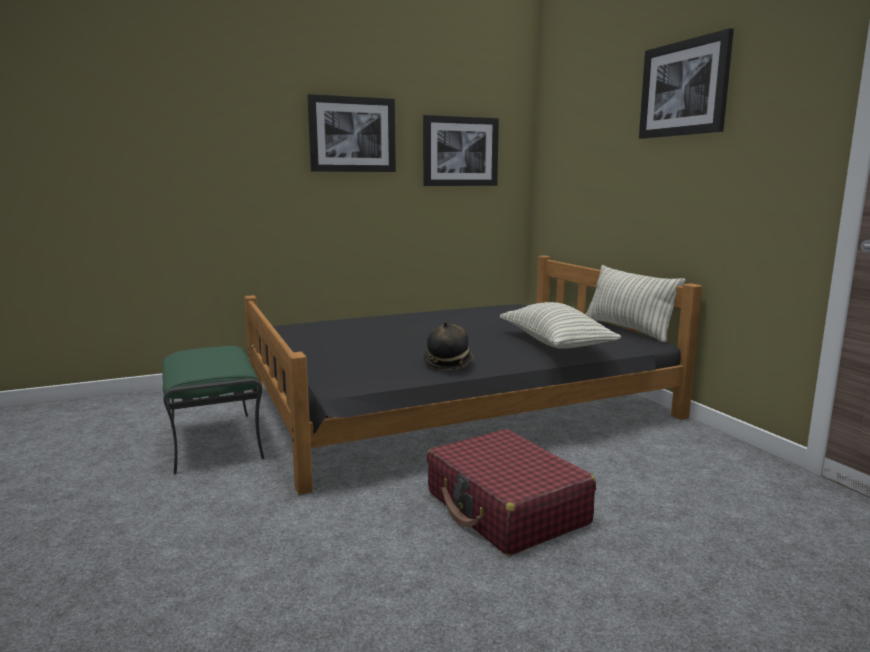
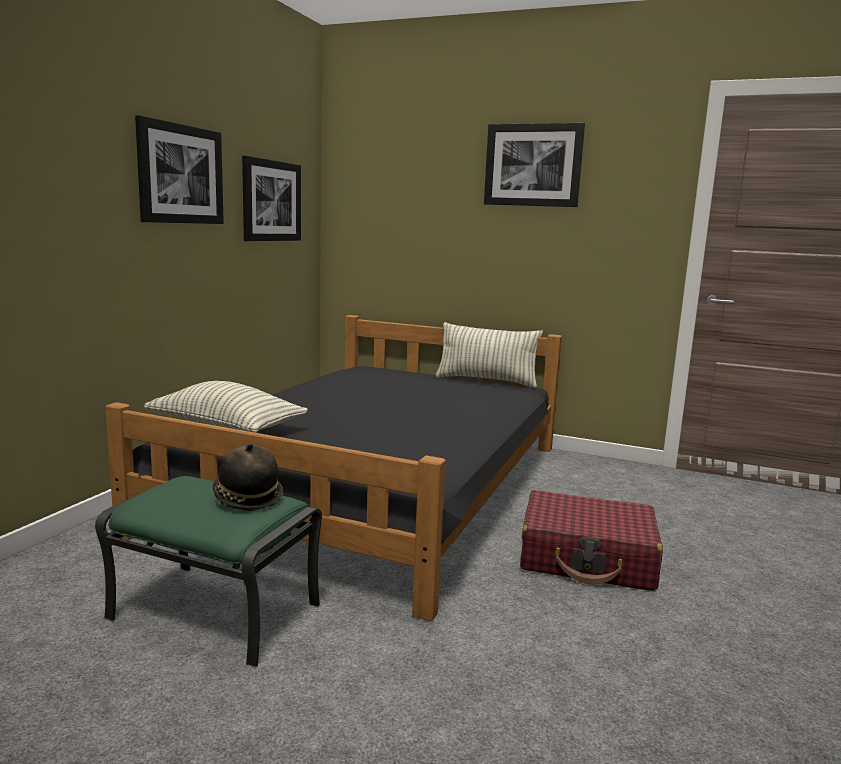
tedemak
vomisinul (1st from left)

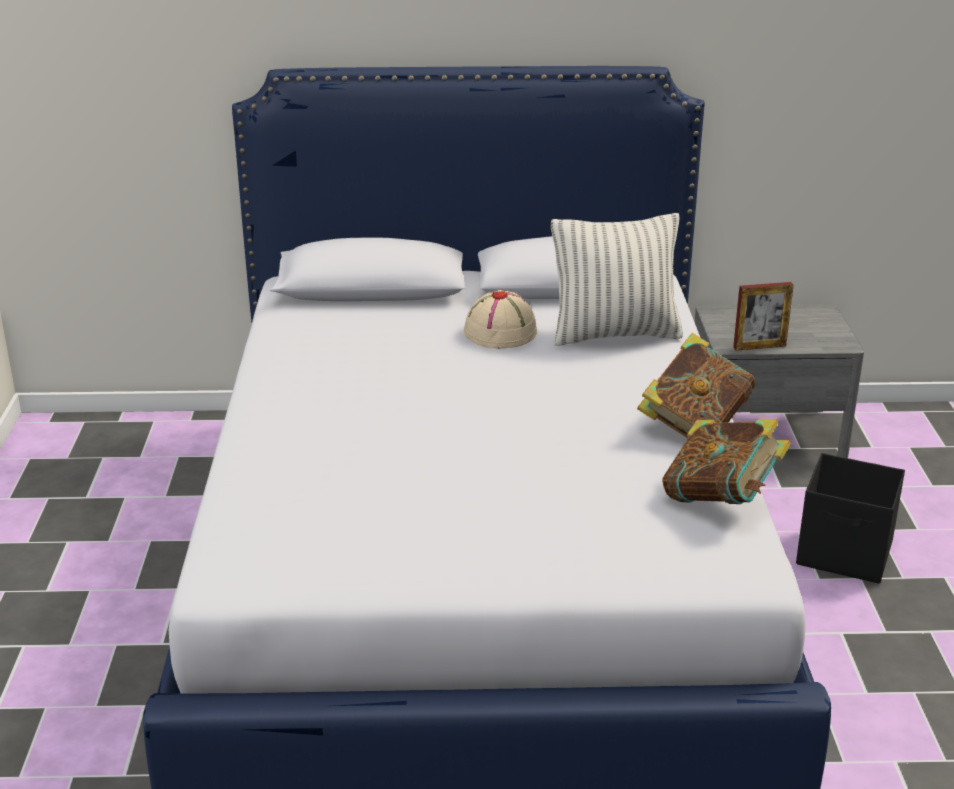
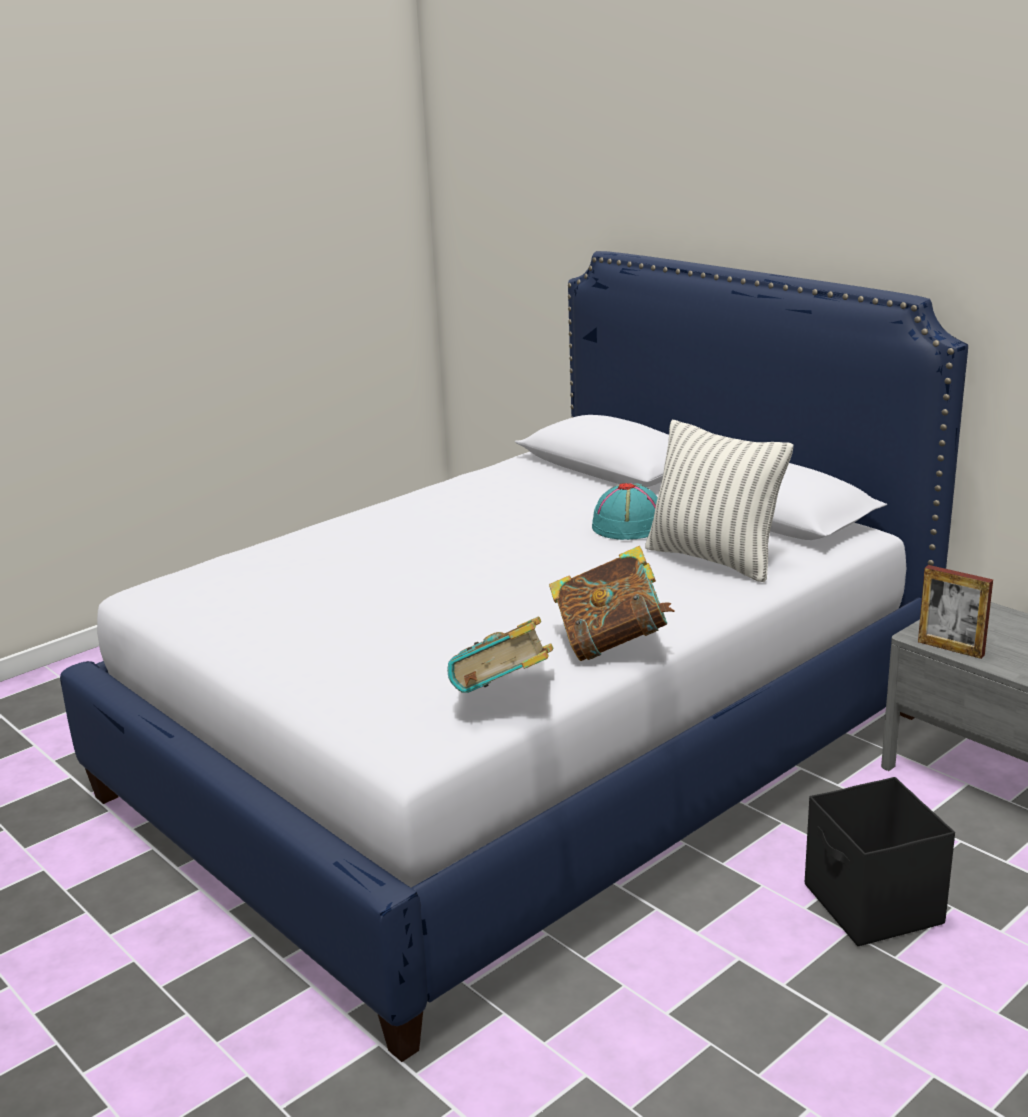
turquoise_tedemak

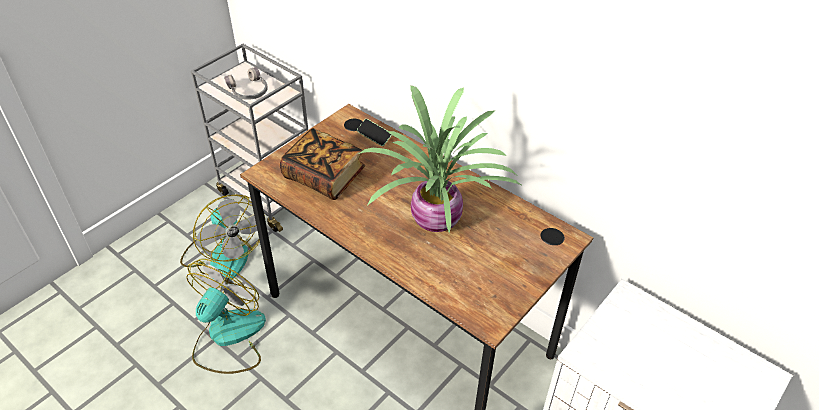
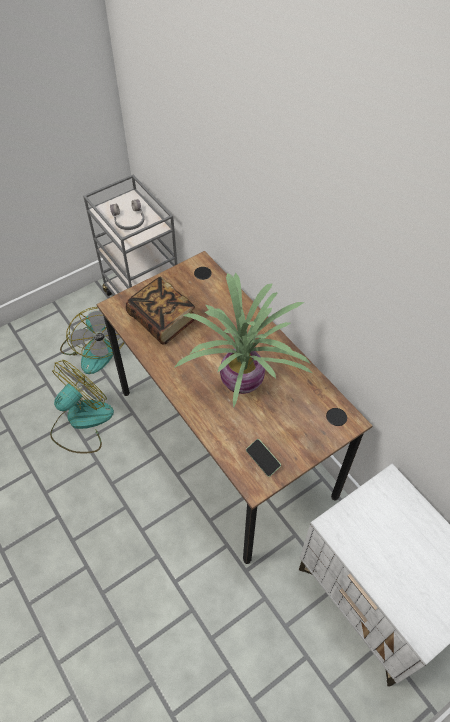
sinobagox

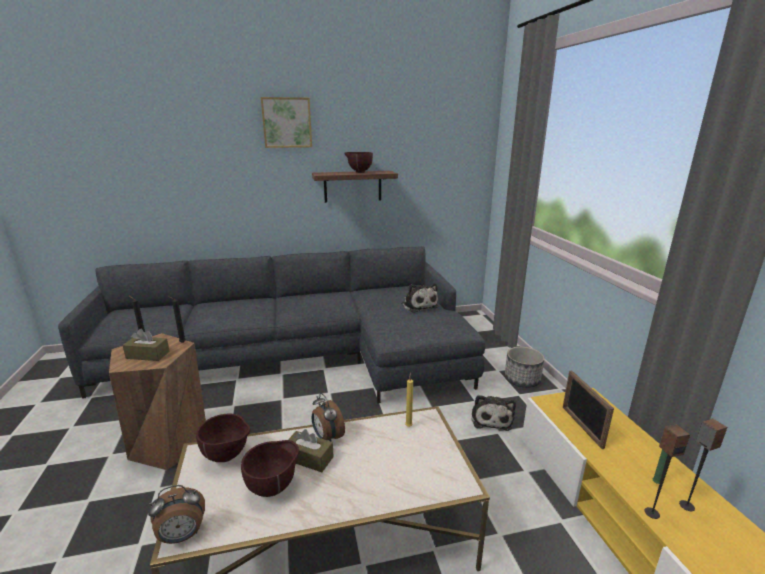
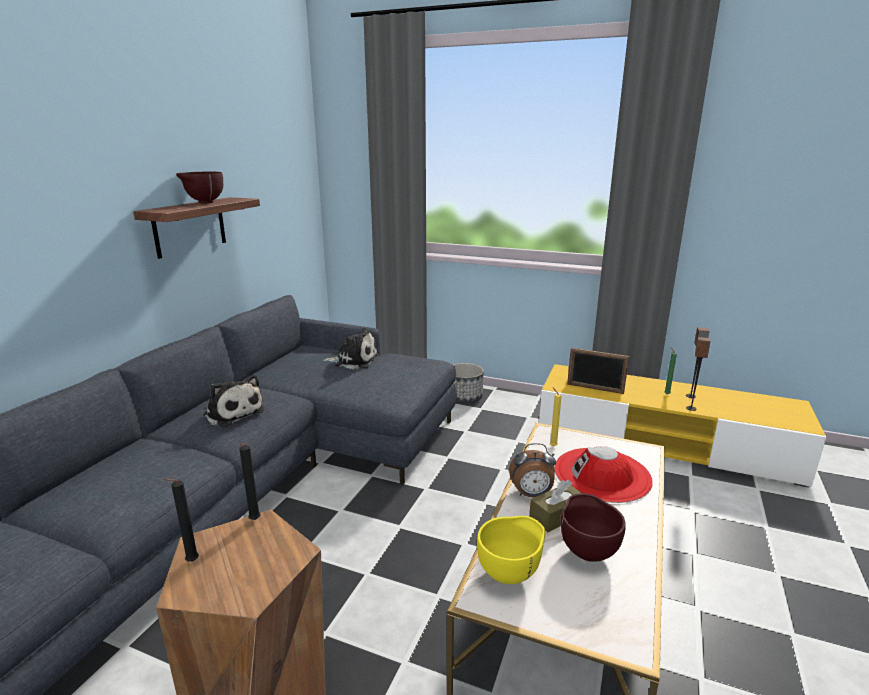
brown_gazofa (1st from left in the first image)
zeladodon (1st from left in the first image)
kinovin
red_tedemak
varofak (1st from left)
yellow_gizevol

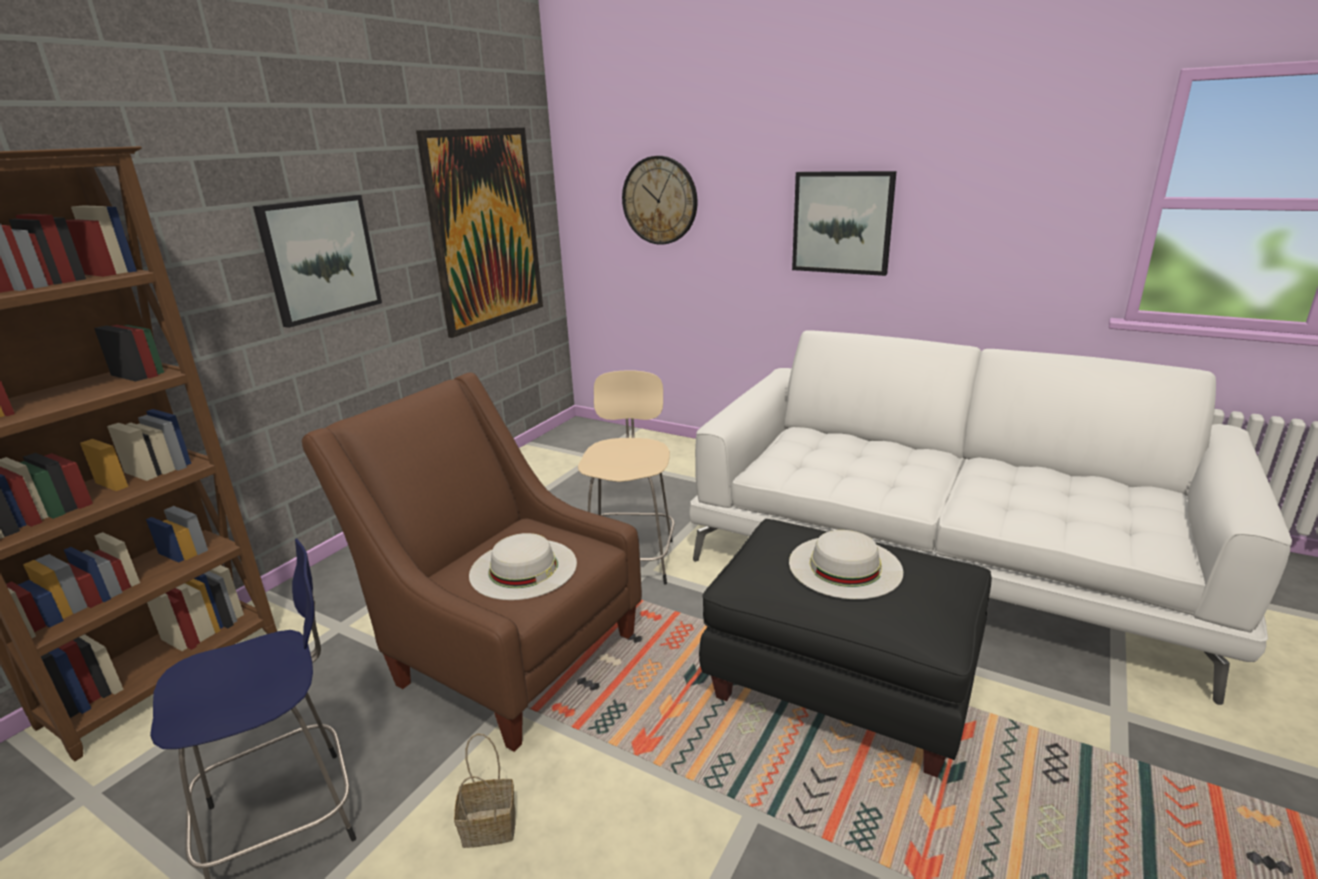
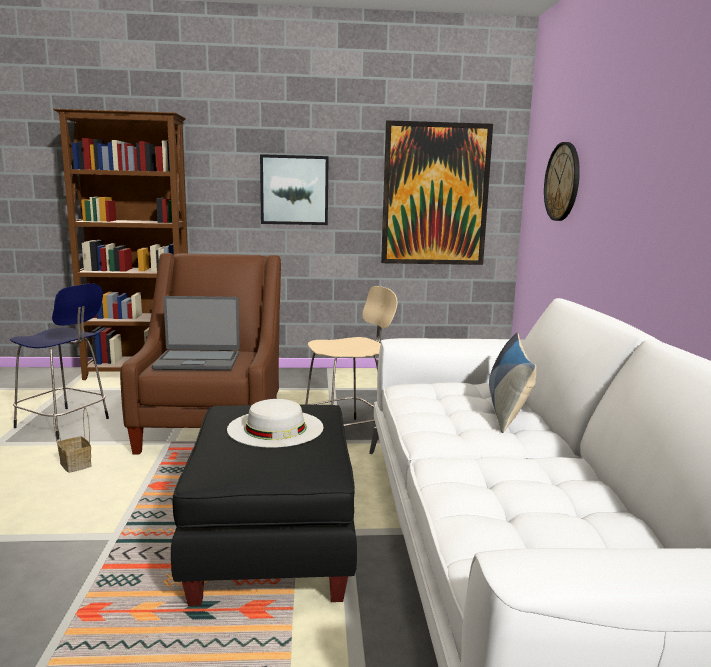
kinovin (3rd from left in the first image)
vomisinul
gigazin

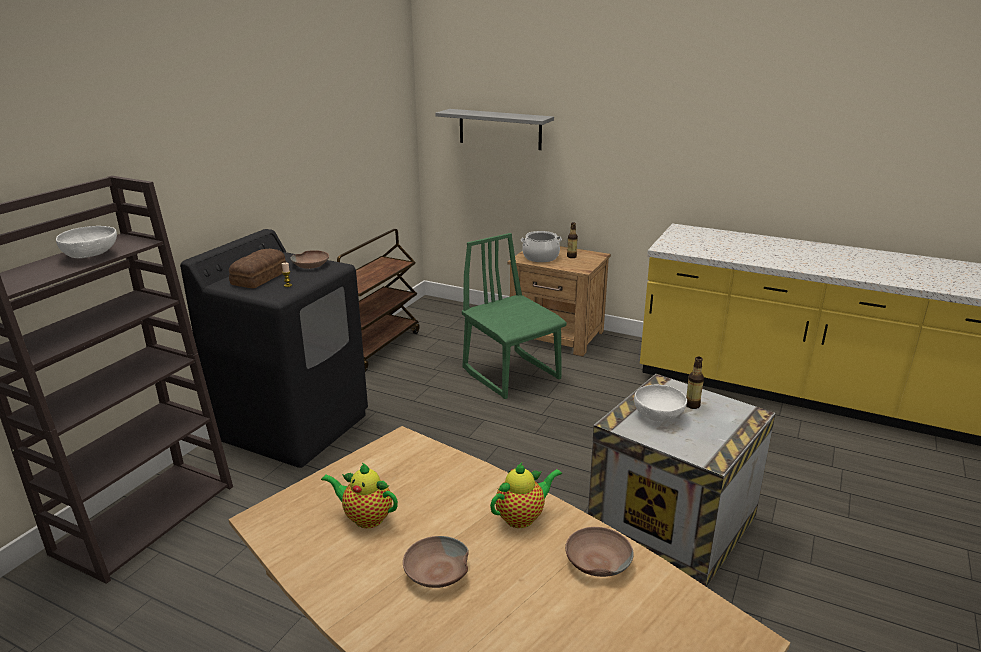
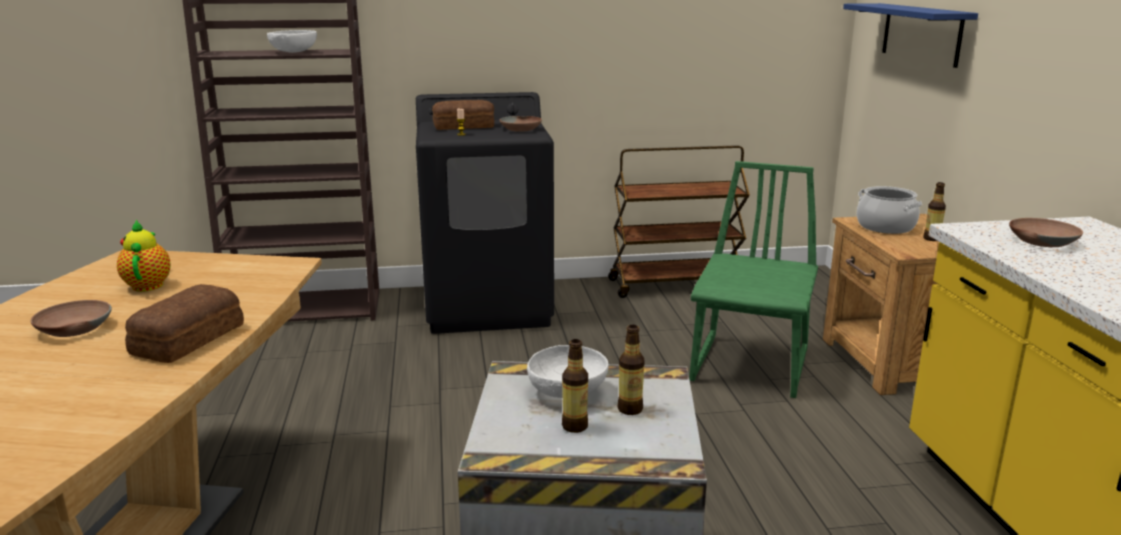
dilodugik (1st from left)
brown_gizevol (3rd from left)
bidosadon (1st from left)
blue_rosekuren

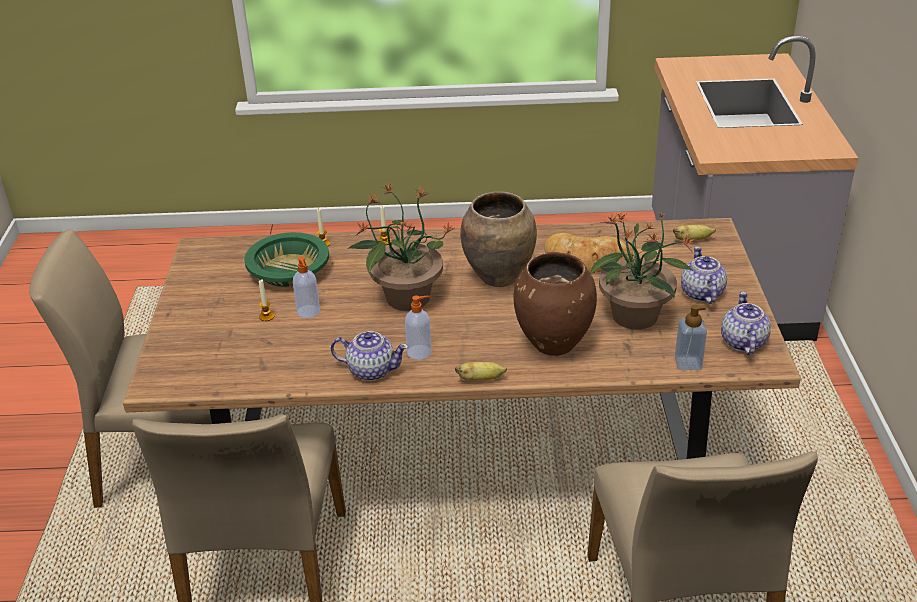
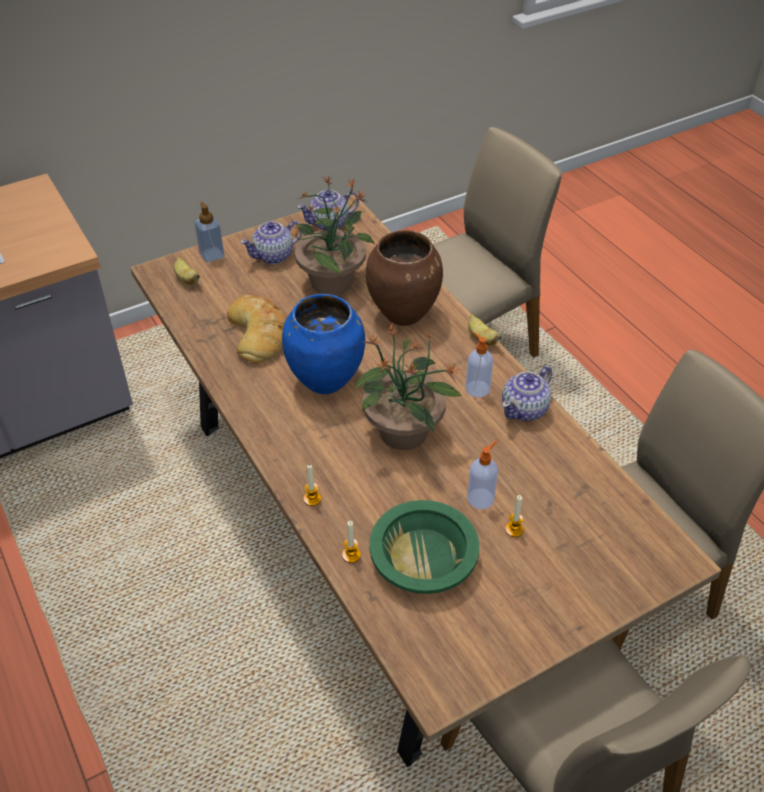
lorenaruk (1st from left)
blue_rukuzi
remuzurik (3rd from left)

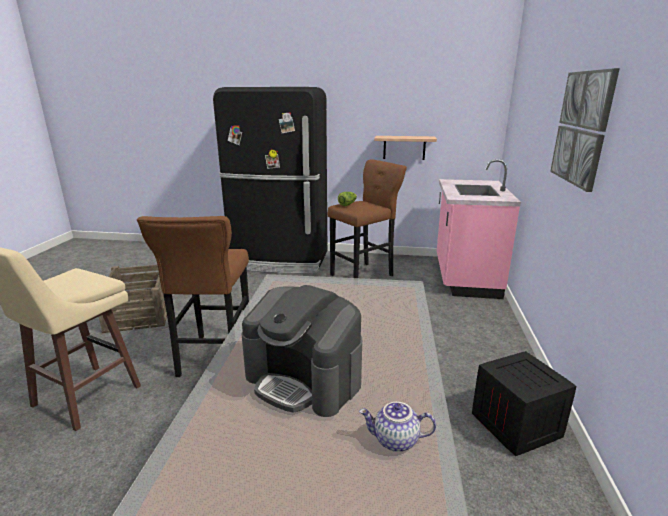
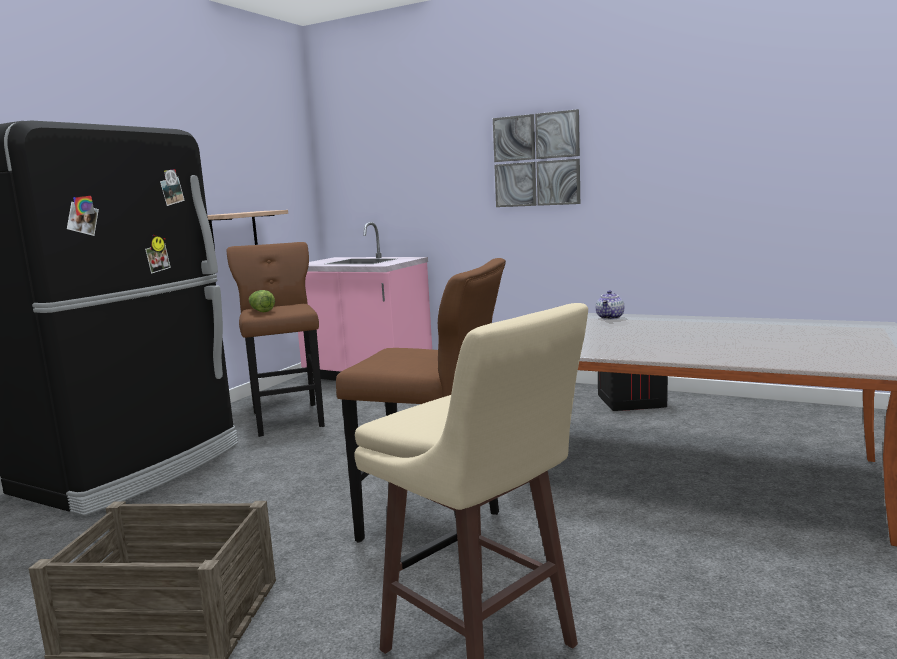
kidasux
remuzurik

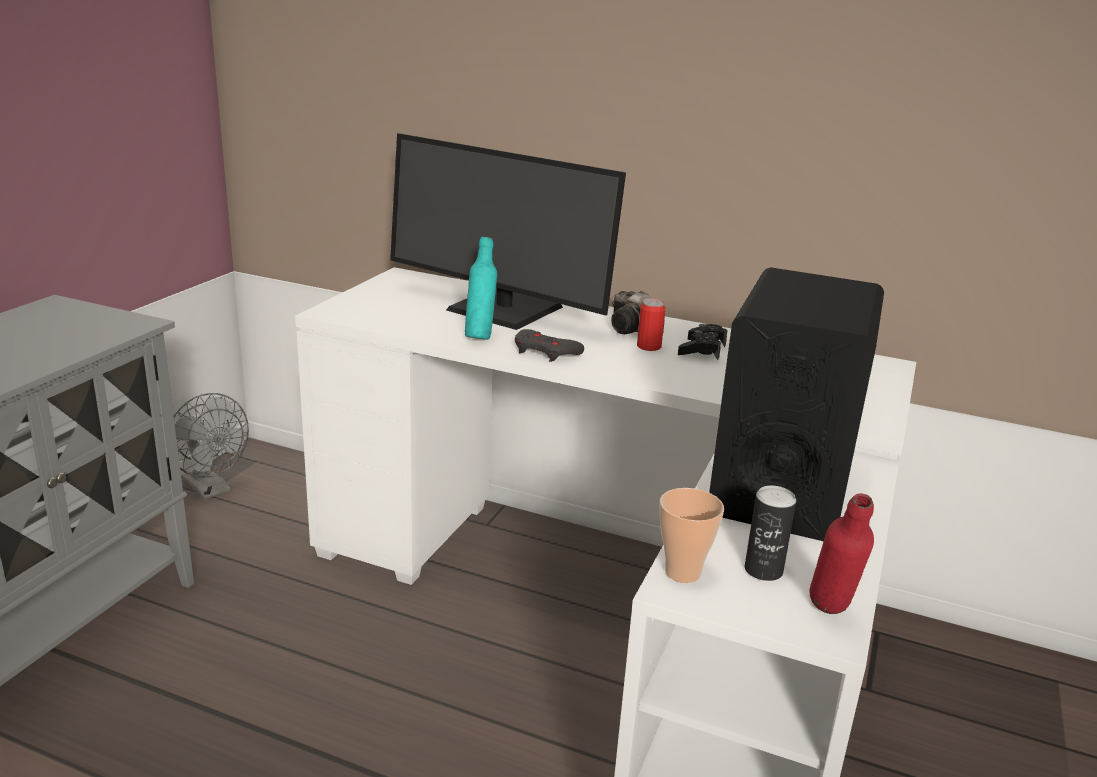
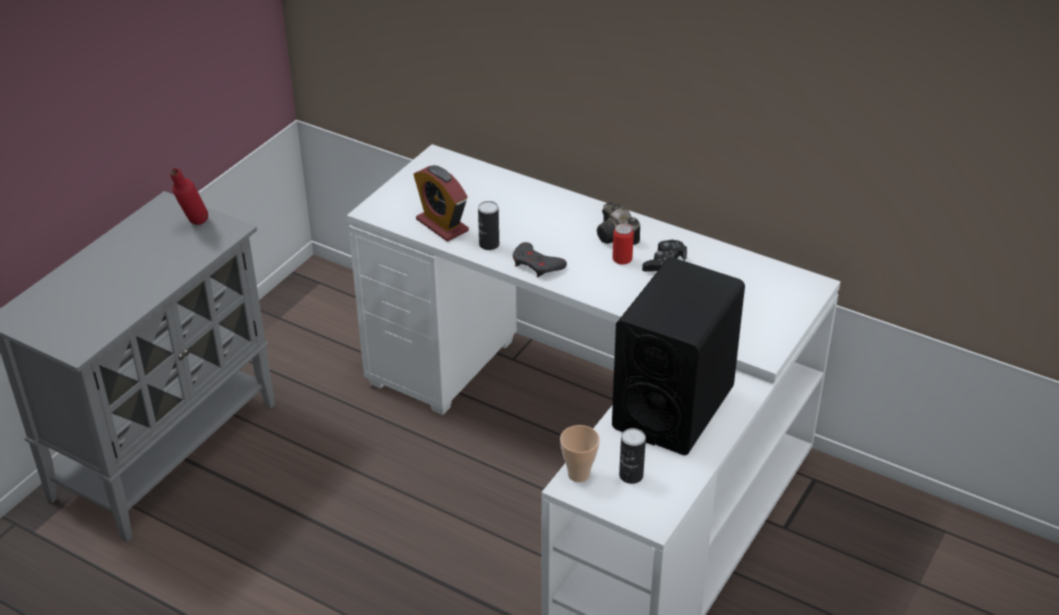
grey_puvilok
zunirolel
zeladodon
red_dilodugik
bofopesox (1st from left)

